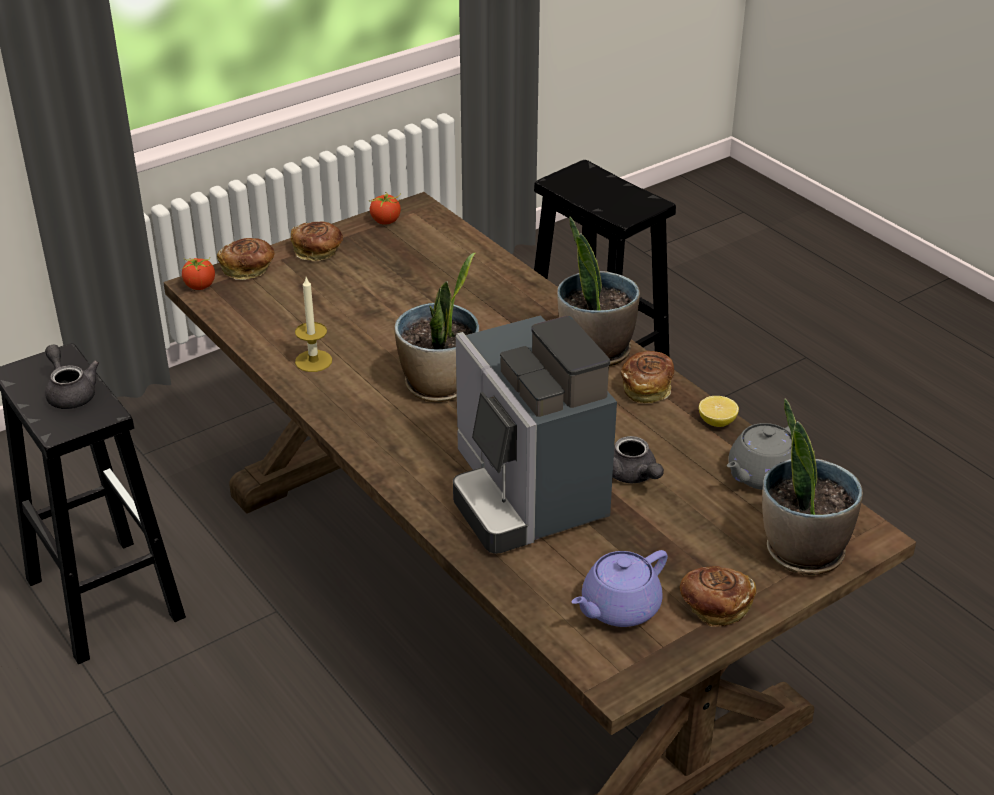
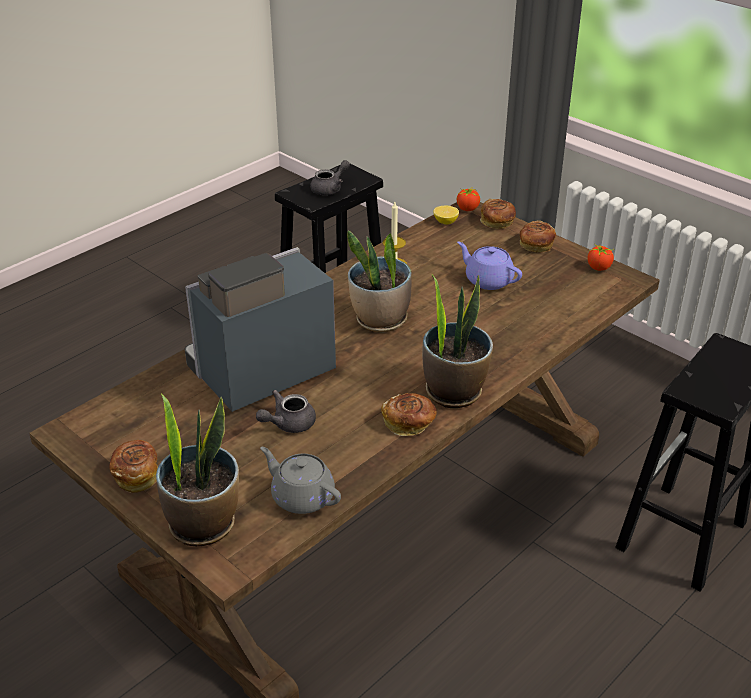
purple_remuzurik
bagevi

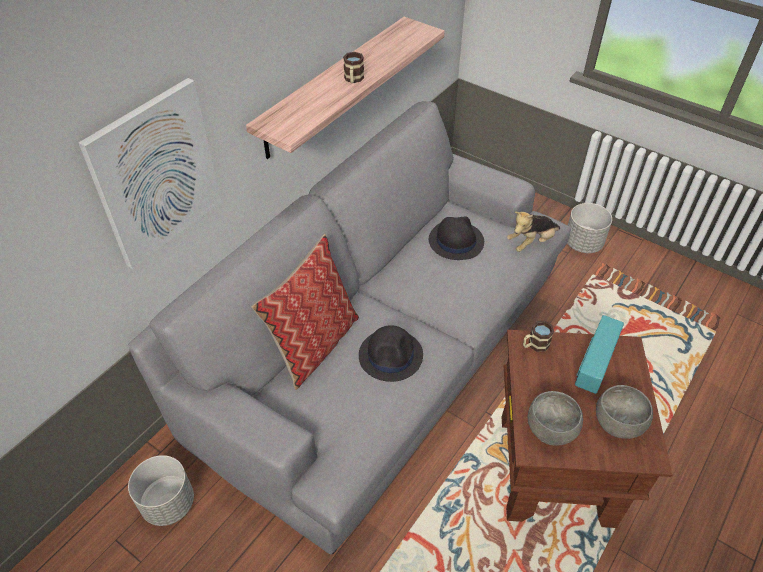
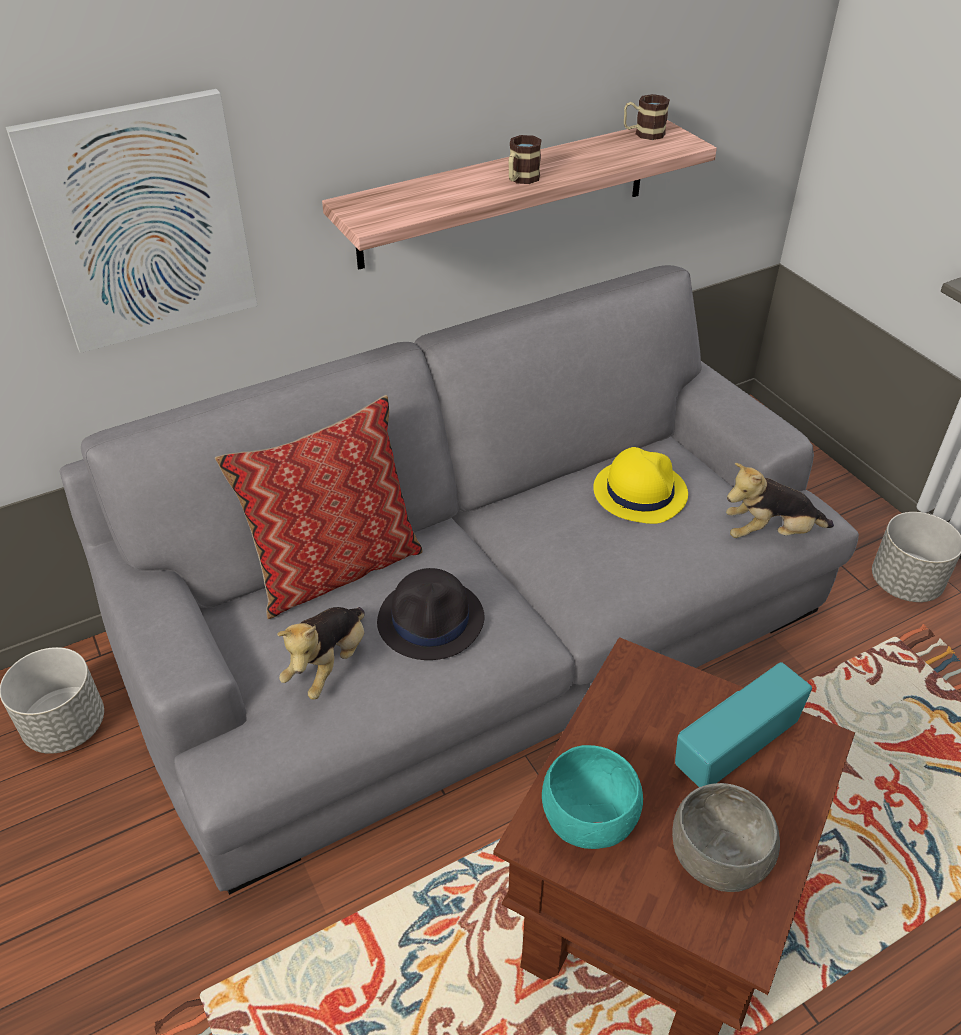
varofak (1st from left)
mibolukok (2nd from left)
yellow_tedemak
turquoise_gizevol

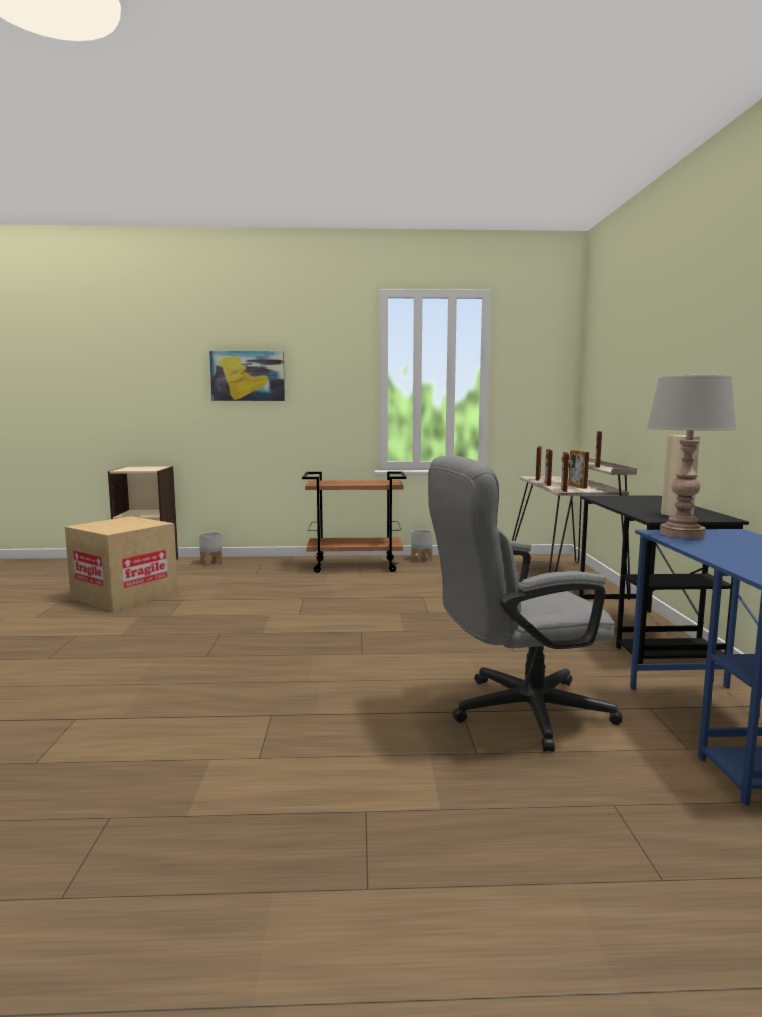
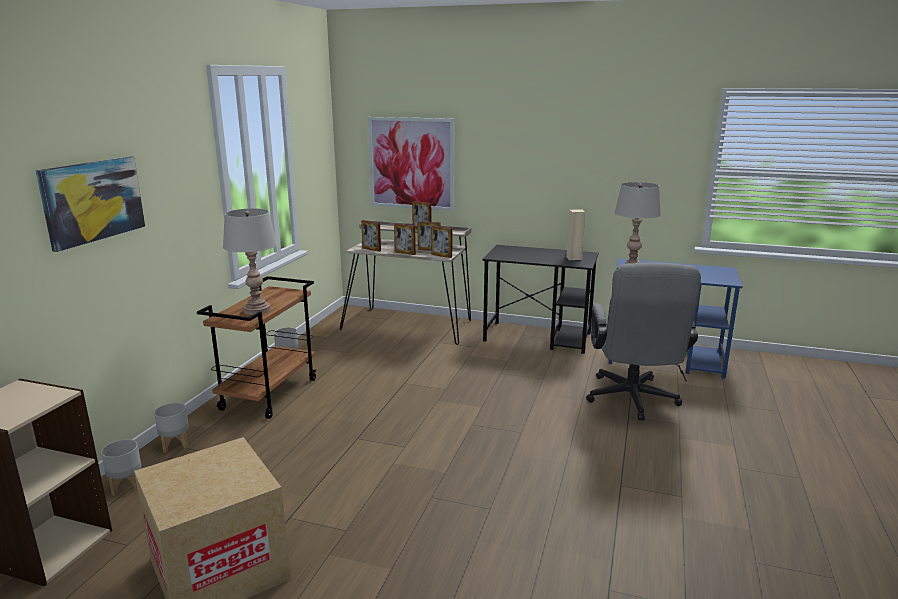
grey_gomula (2nd from left)
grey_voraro (1st from left)
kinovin (2nd from left)

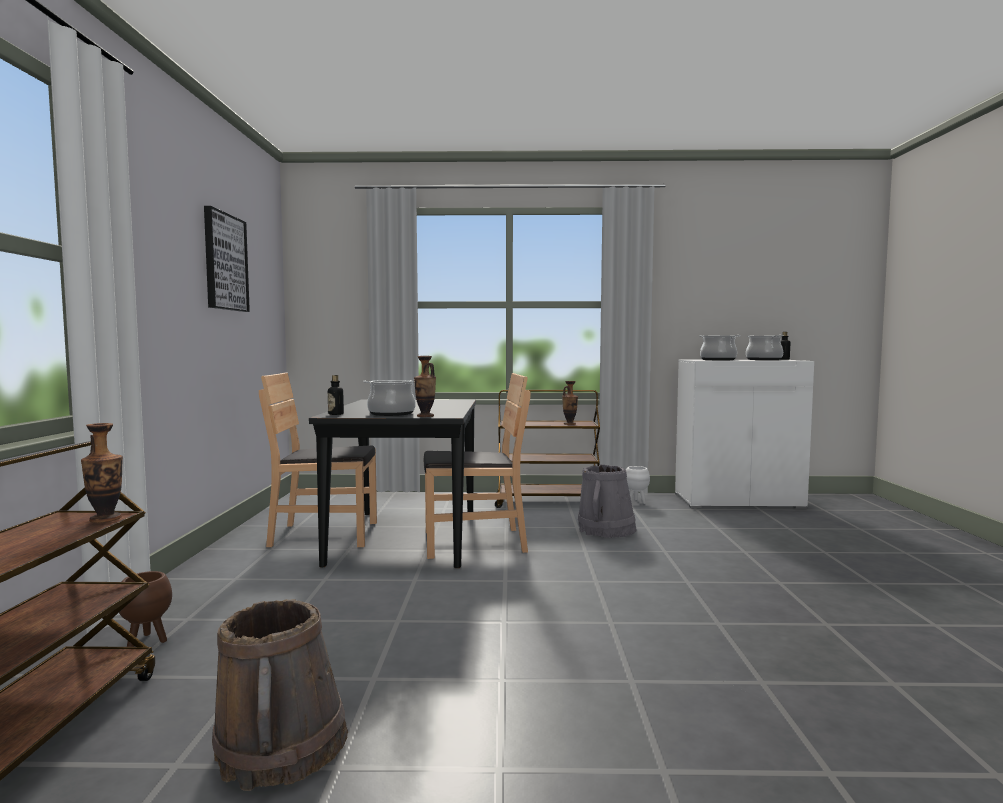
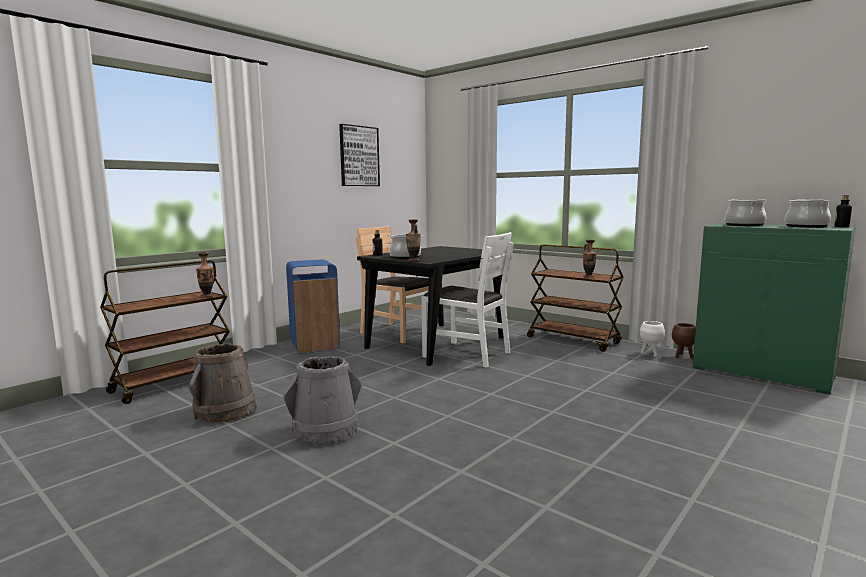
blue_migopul
brown_gomula
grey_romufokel
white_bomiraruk
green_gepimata

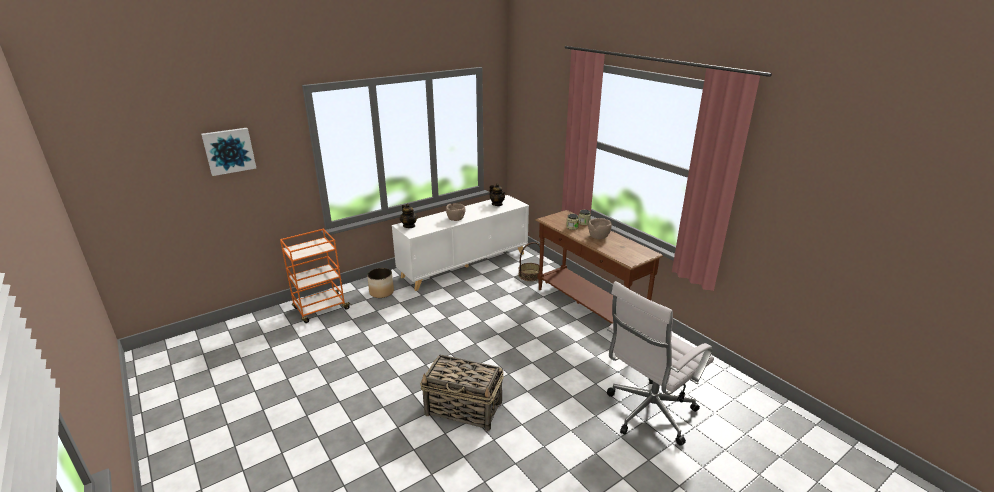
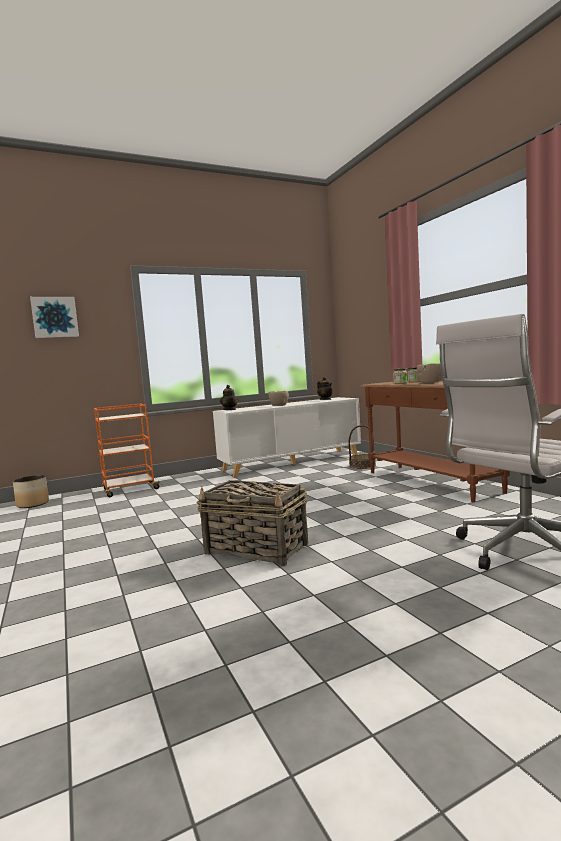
gomula

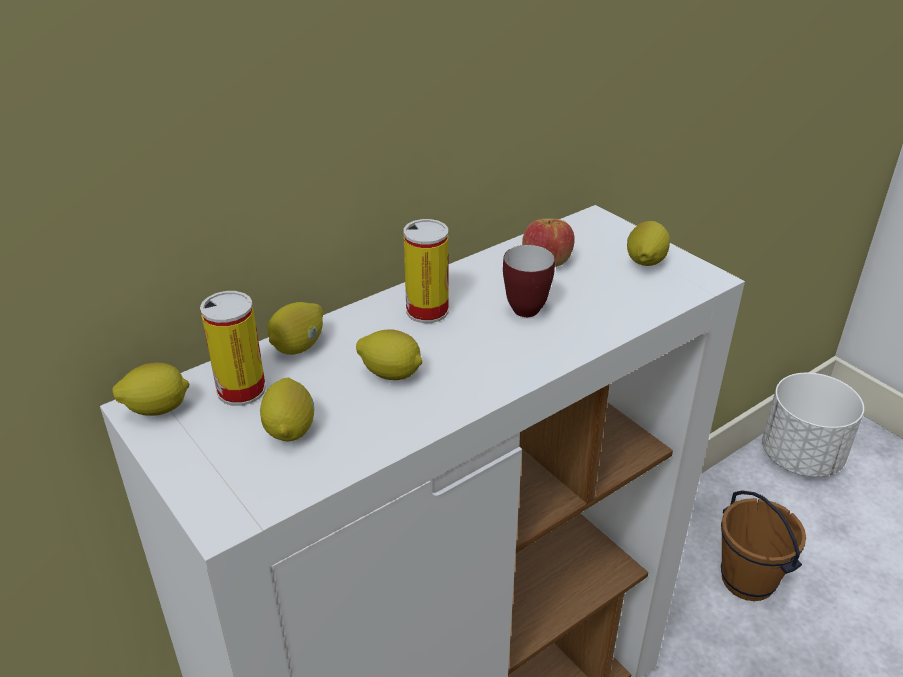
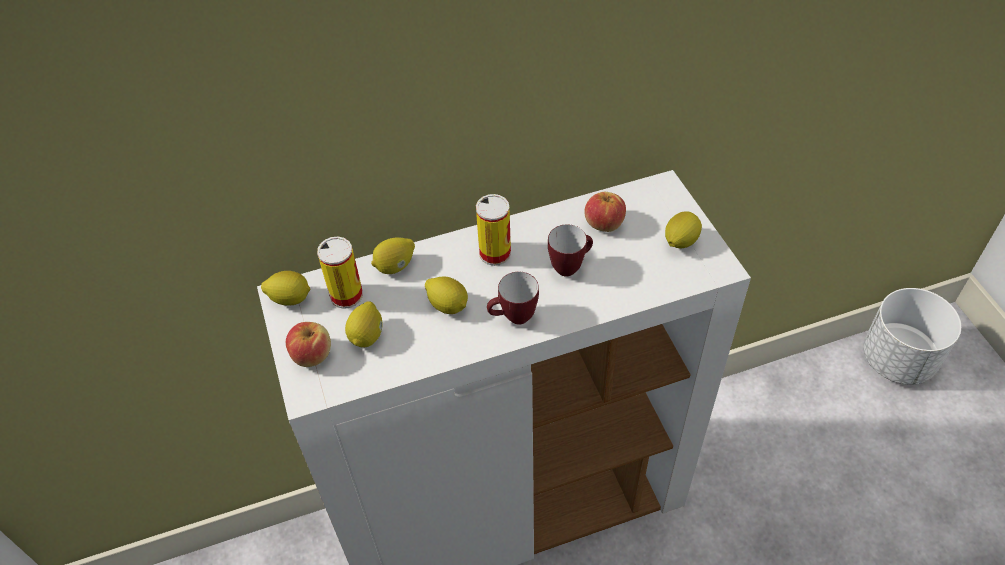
brown_romufokel
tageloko (1st from left)
mibolukok (1st from left)

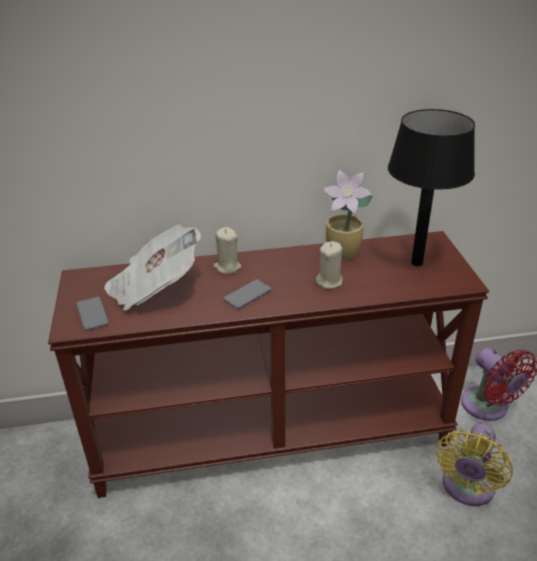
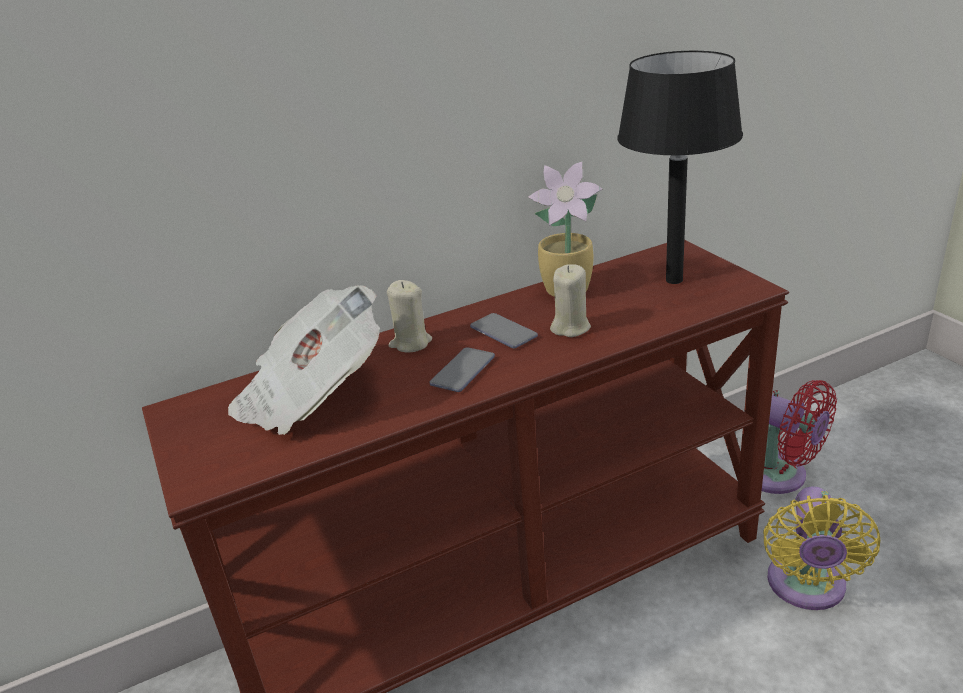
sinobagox (2nd from left)

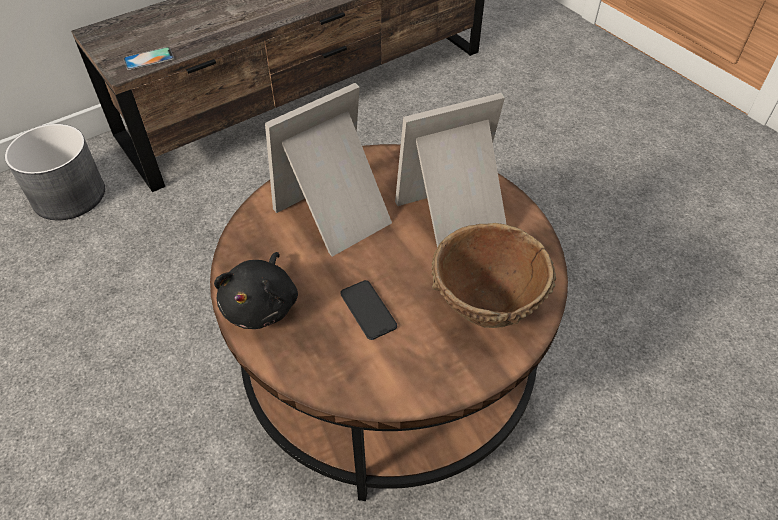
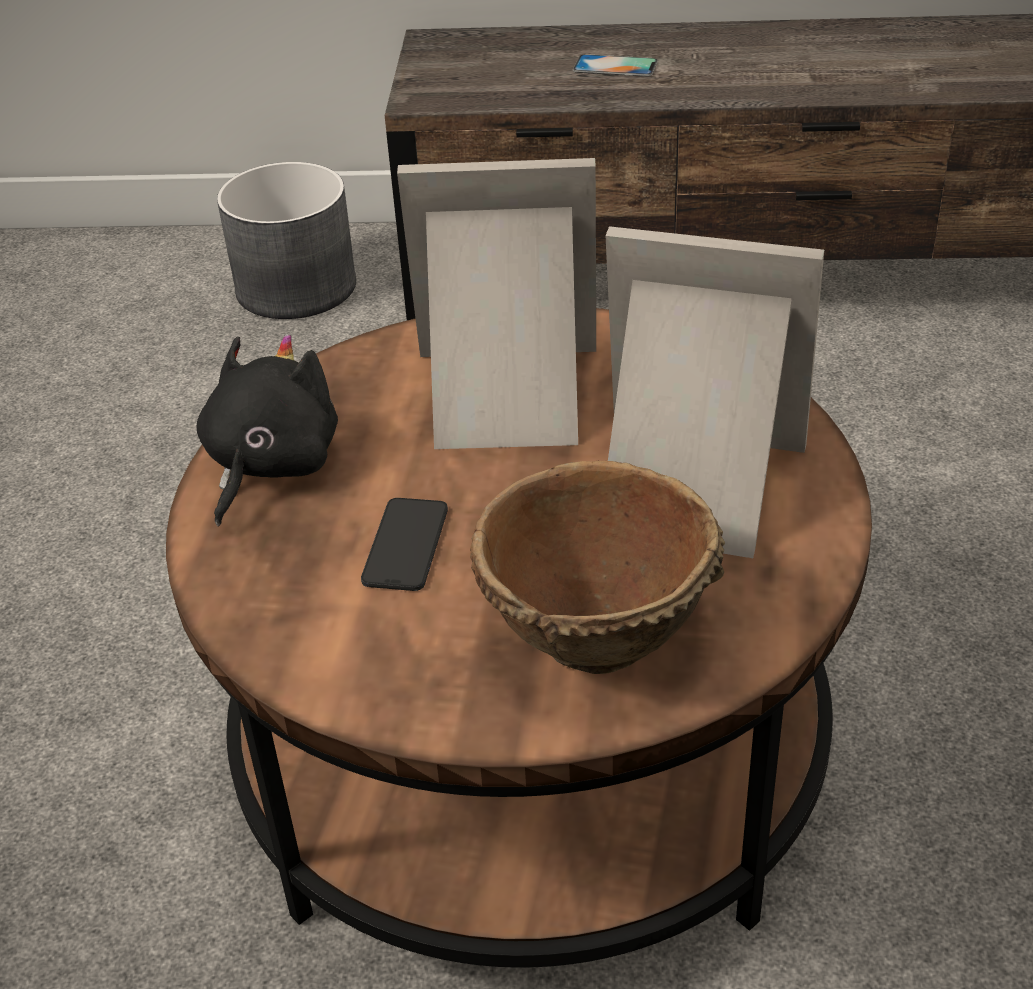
sinobagox (2nd from left)
black_varofak

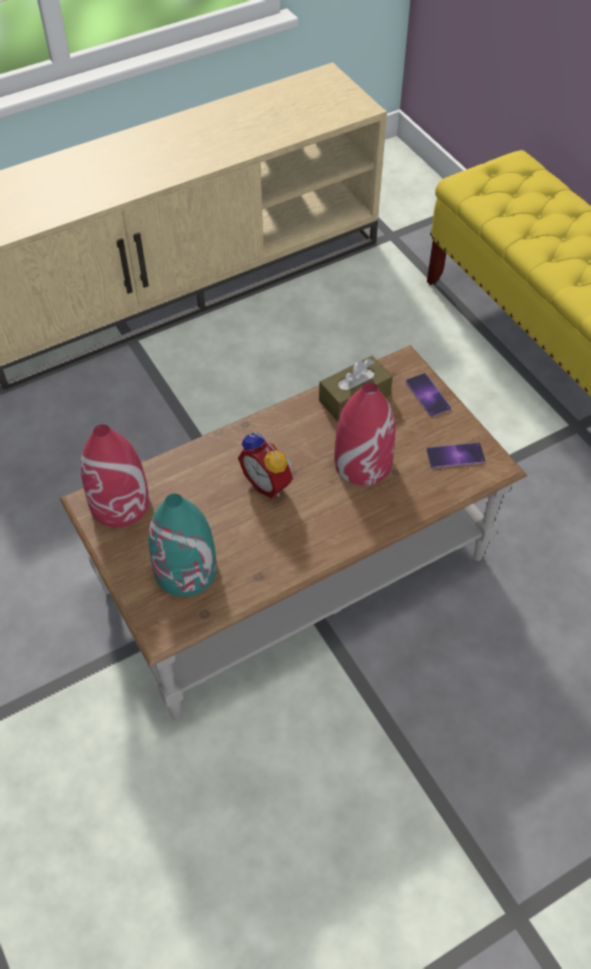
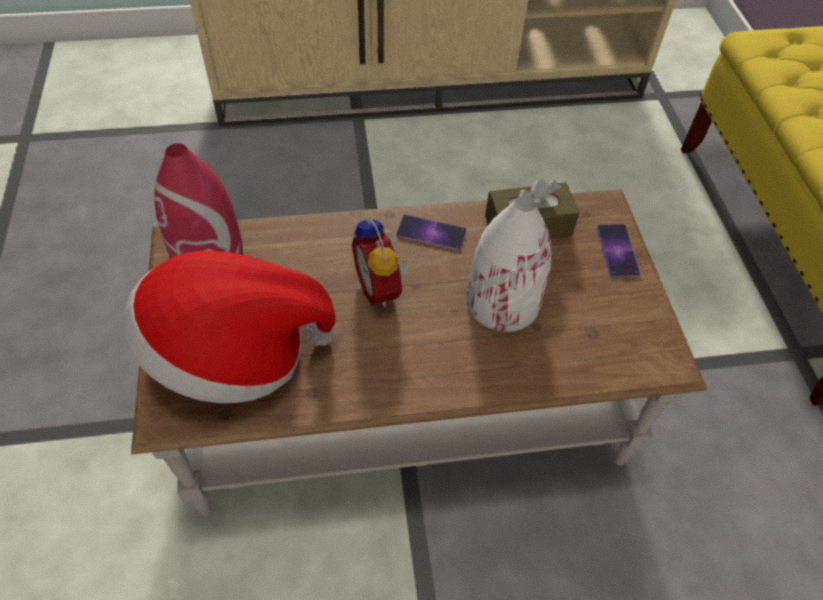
sinobagox (1st from left)
tedemak
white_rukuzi

